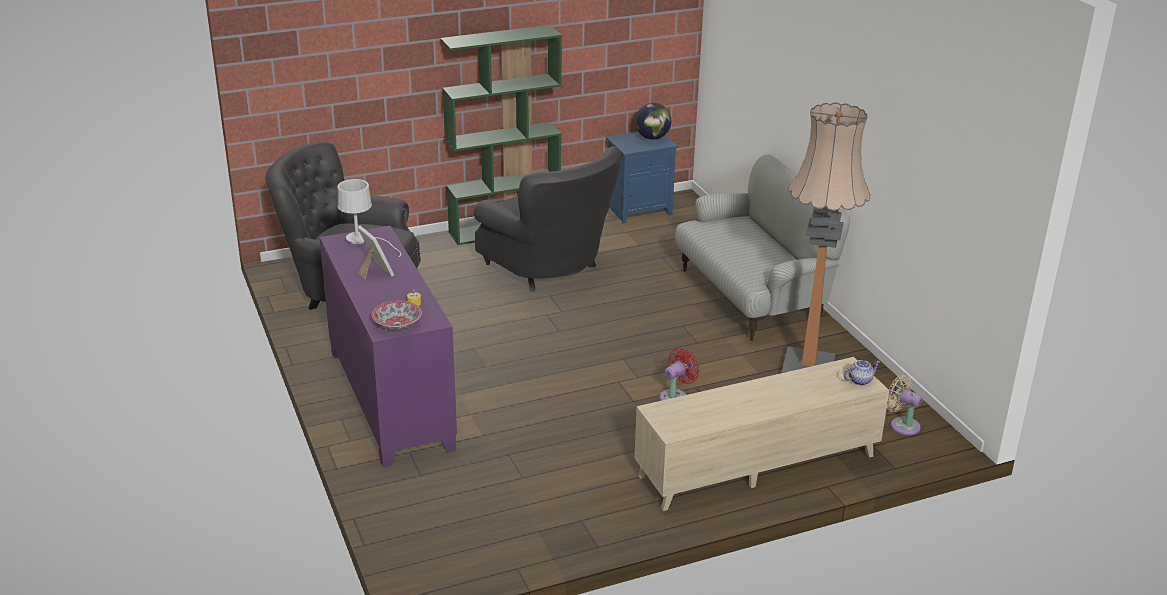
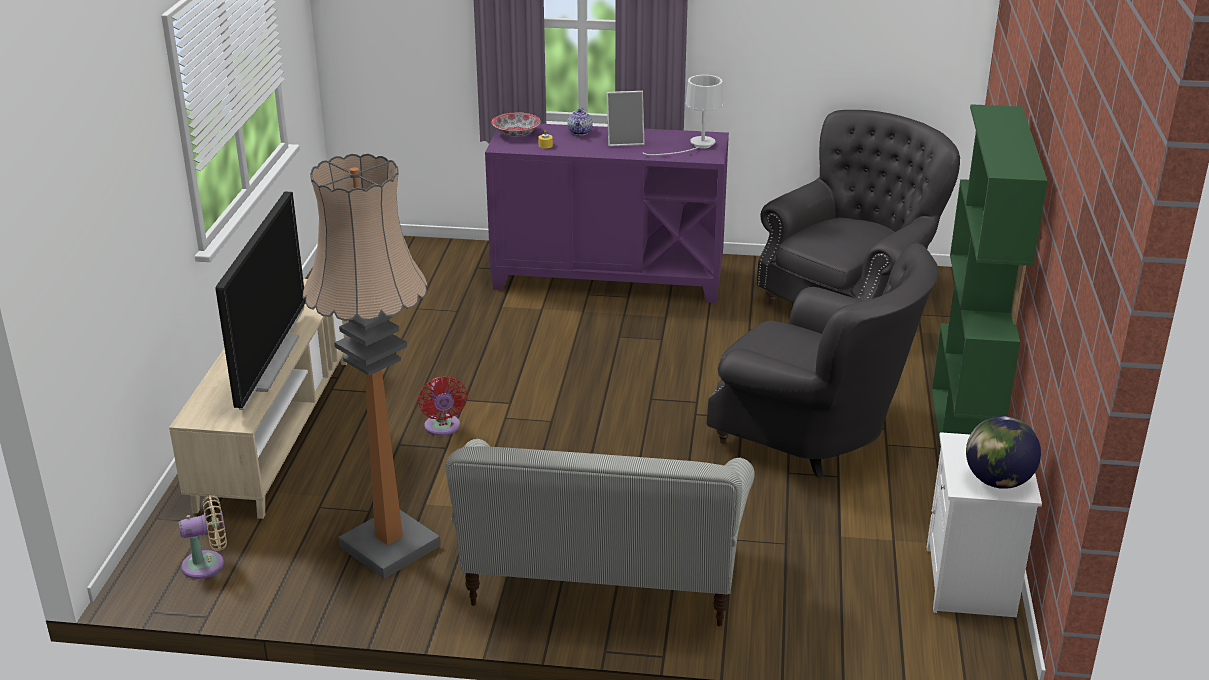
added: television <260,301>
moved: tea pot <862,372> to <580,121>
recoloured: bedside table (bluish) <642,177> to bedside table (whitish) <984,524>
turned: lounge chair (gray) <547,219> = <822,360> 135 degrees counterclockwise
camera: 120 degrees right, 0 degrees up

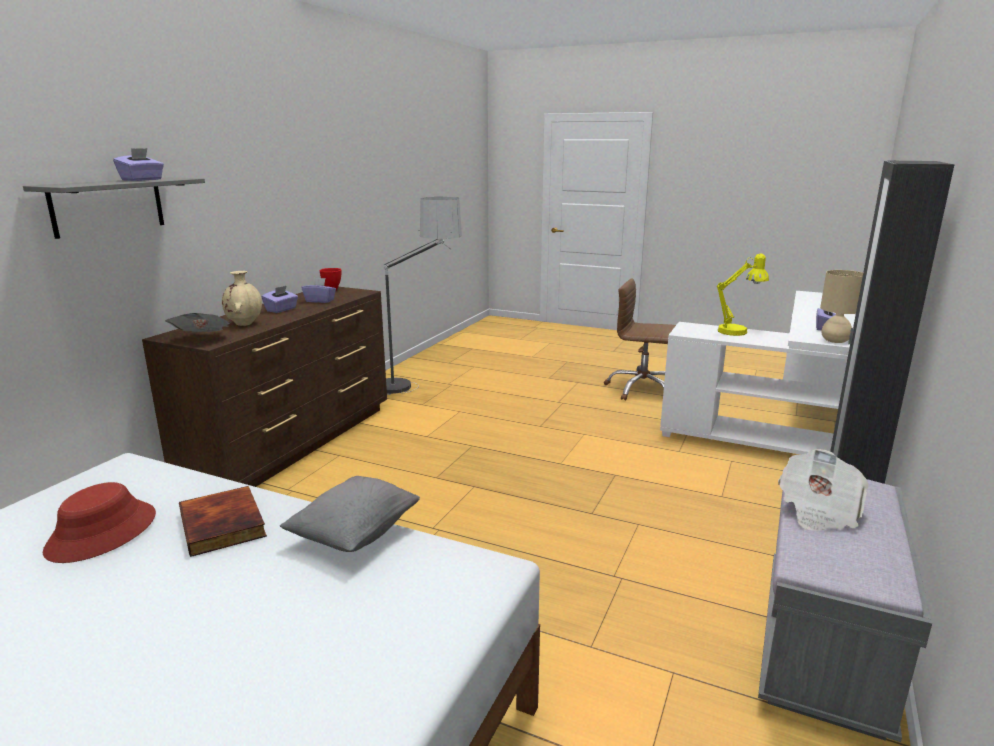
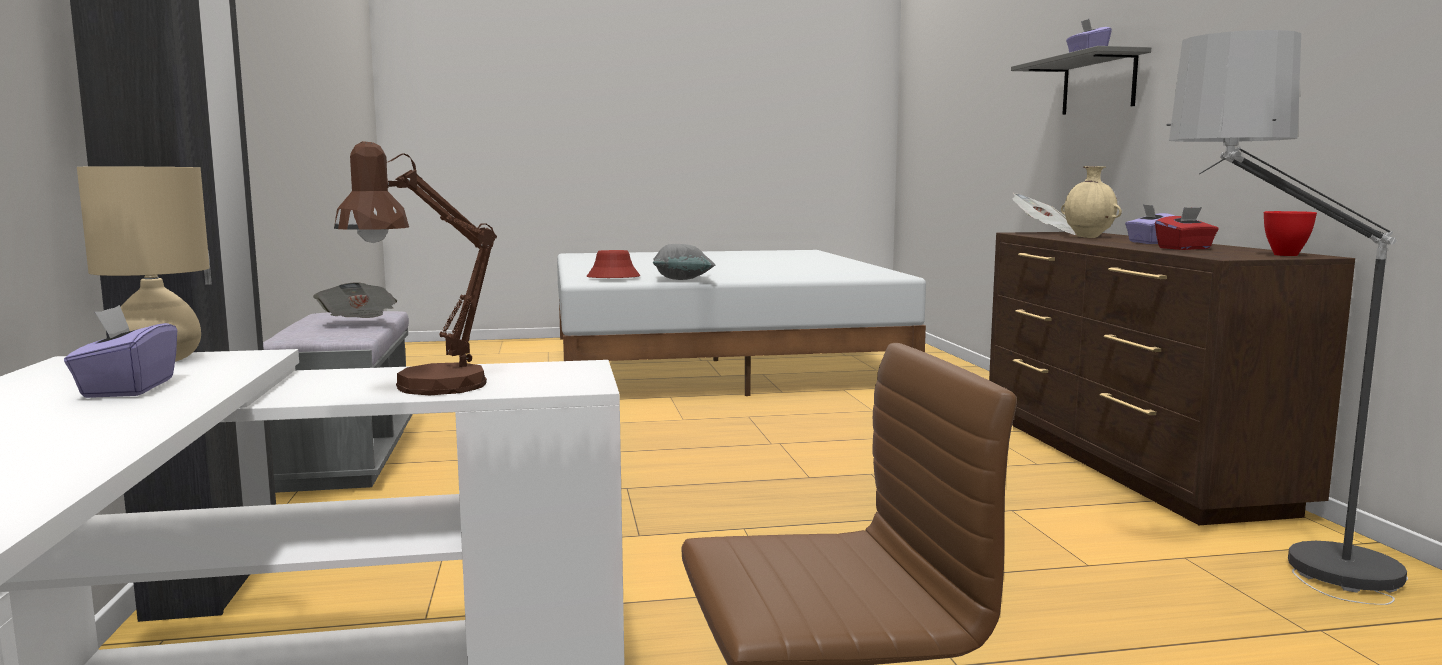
removed: volume <223,521>
moved: hat (reddish) <99,522> to <613,264>
recoloured: tabletop lamp (yellow) <743,295> to tabletop lamp (brown-coloured) <415,268>; tissue holder (purplish) <319,290> to tissue holder (reddish) <1186,228>
camera: 145 degrees right, 10 degrees down

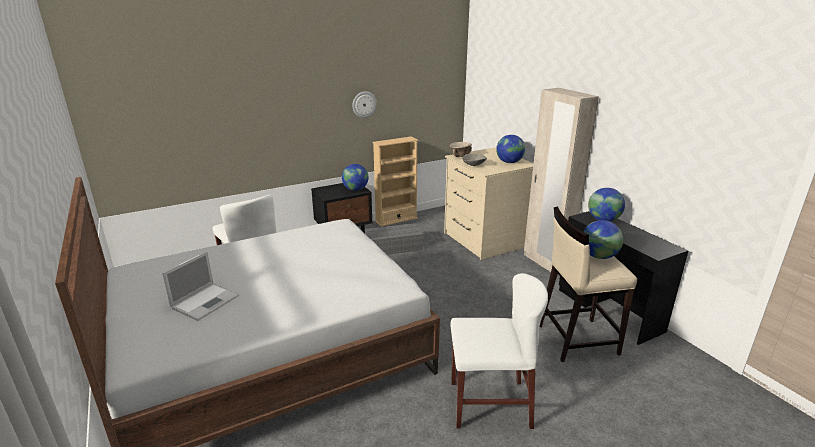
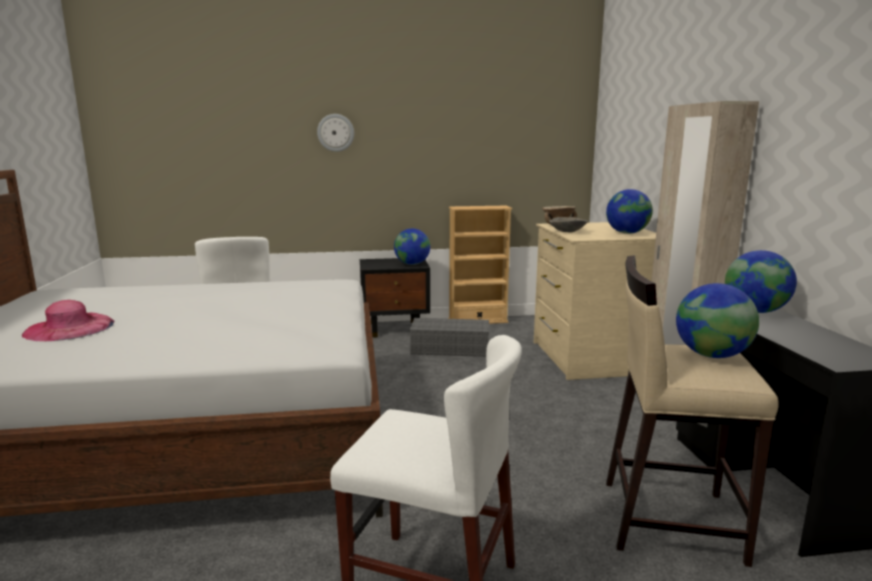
moved: hanging clock <364,104> to <335,133>
replaced: laptop <200,286> to hat (pink) <68,320>
camera: 20 degrees right, 10 degrees down

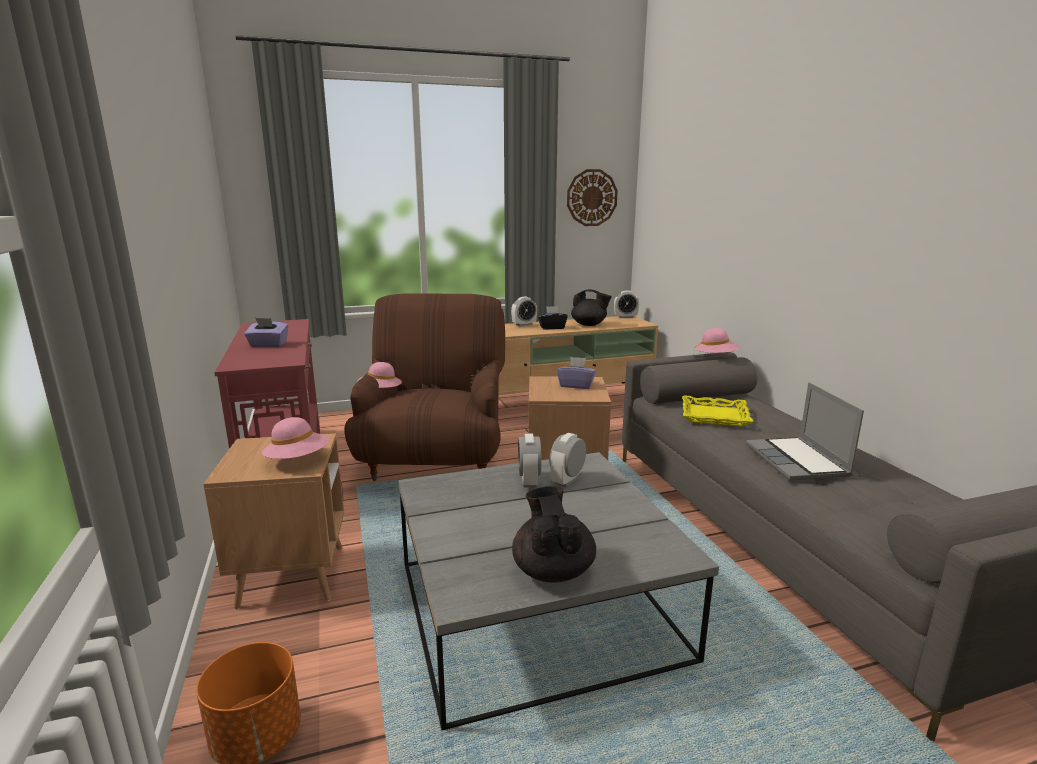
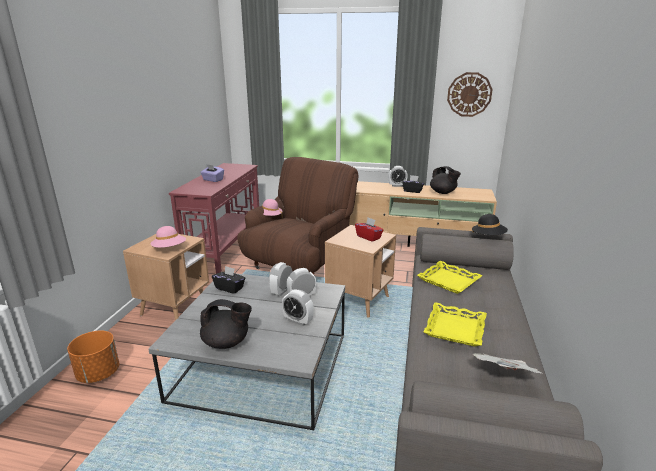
added: tissue holder (black-coloured) <228,280>; daily paper <508,363>
moved: bedside clock <626,304> to <298,307>
replaced: laptop <805,431> to serving tray (yellow) <455,324>
recoloured: tissue holder (purplish) <576,373> to tissue holder (reddish) <369,230>; hat (pink) <717,340> to hat (black-coloured) <490,224>
turned: tea pot (black-coloured) <554,534> = <226,324> 75 degrees clockwise
camera: 30 degrees right, 5 degrees up

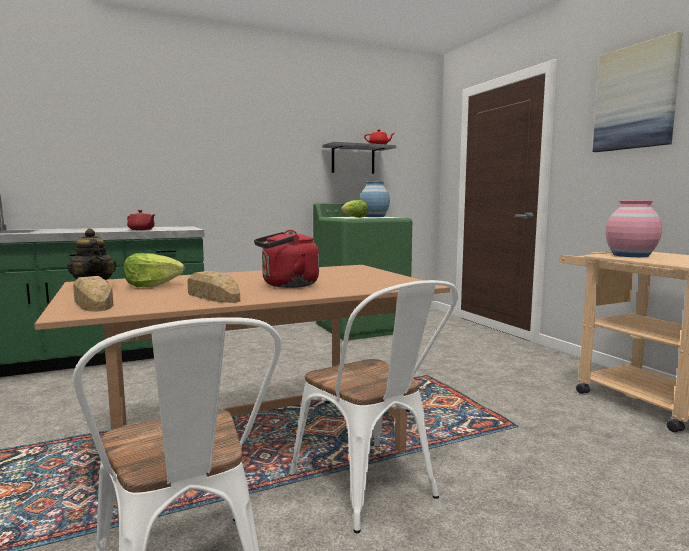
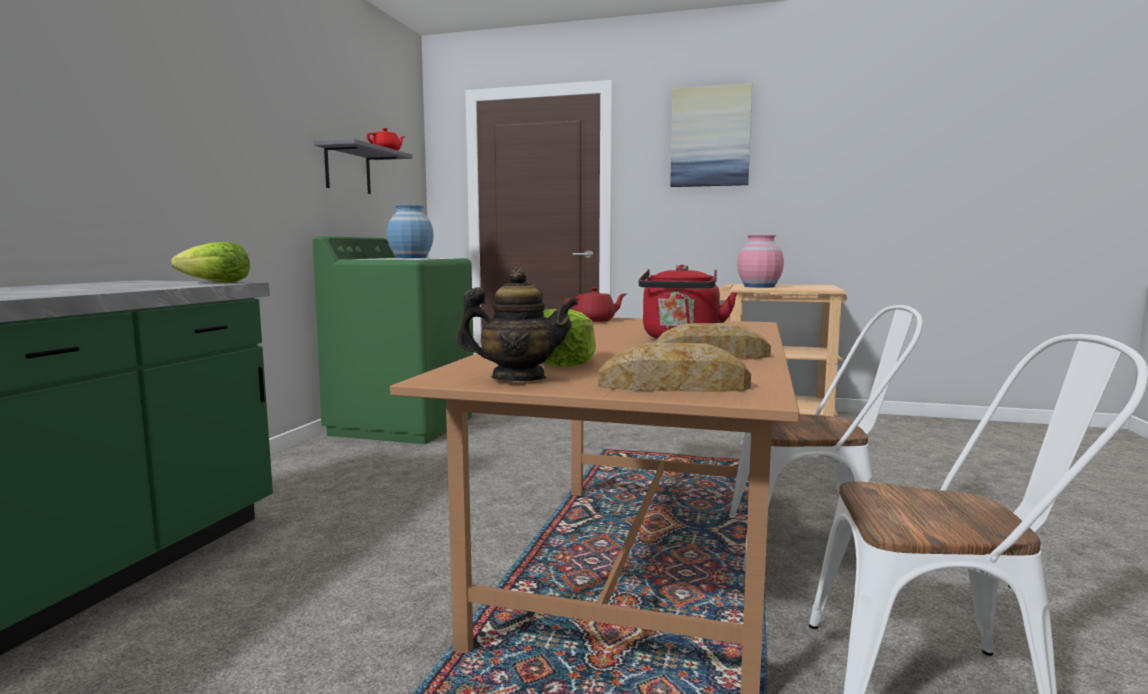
moved: head of lettuce <354,209> to <210,262>; tea pot (reddish) <141,220> to <595,304>
camera: 50 degrees left, 0 degrees up

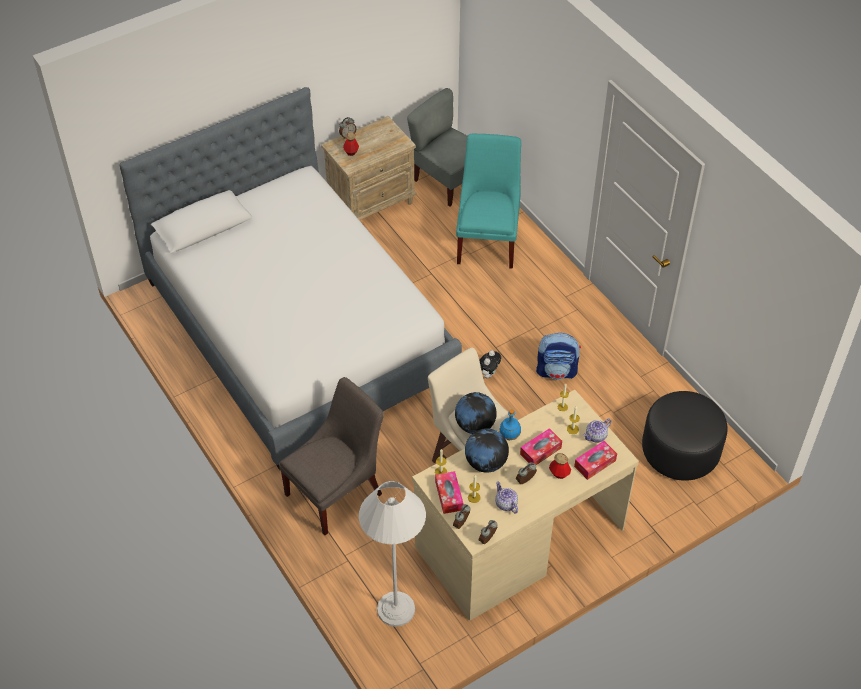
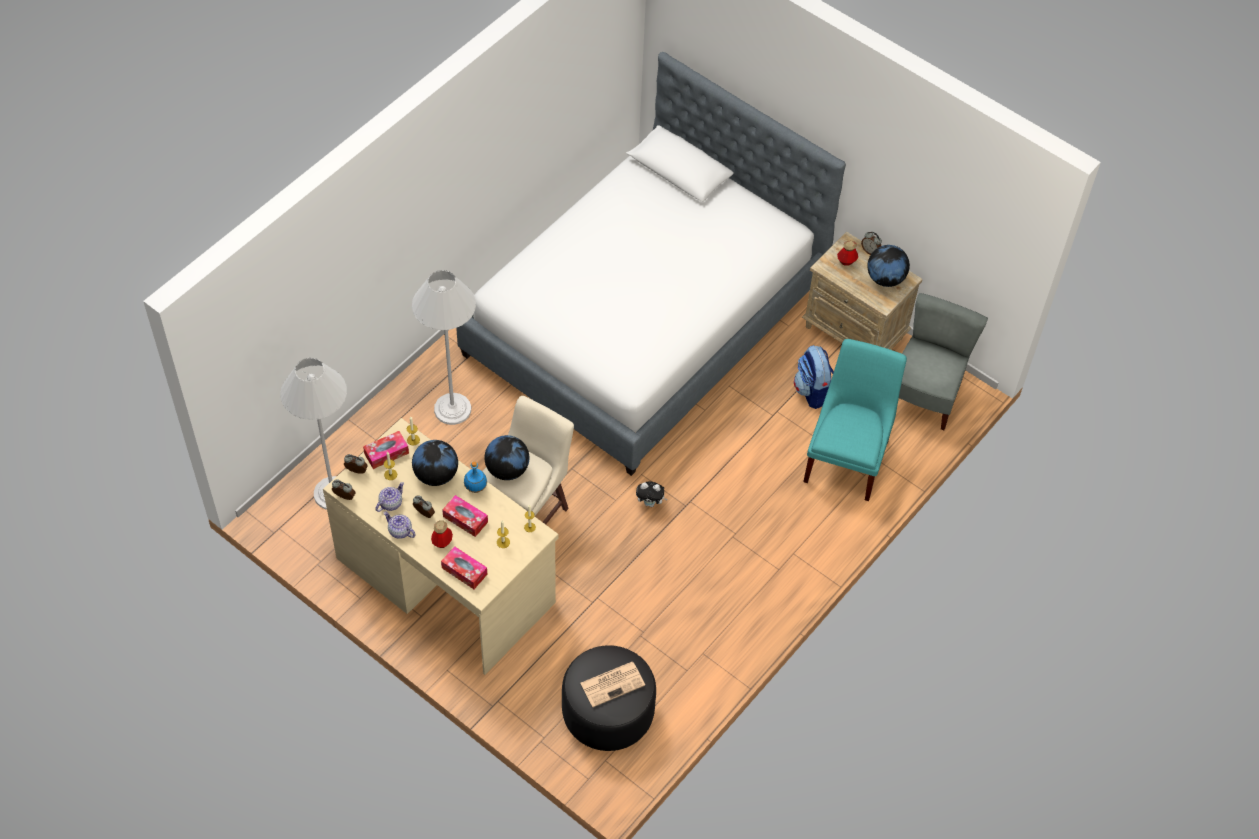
added: daily paper <613,684>; world globe <888,266>
moved: tea pot <597,430> to <399,525>; knapsack <558,356> to <814,377>
replaced: chair (gray) <331,456> to floor lamp (whitish) <444,347>
turned: chair (turquoise) <488,201> = <855,420> 60 degrees counterclockwise
camera: 70 degrees right, 5 degrees up

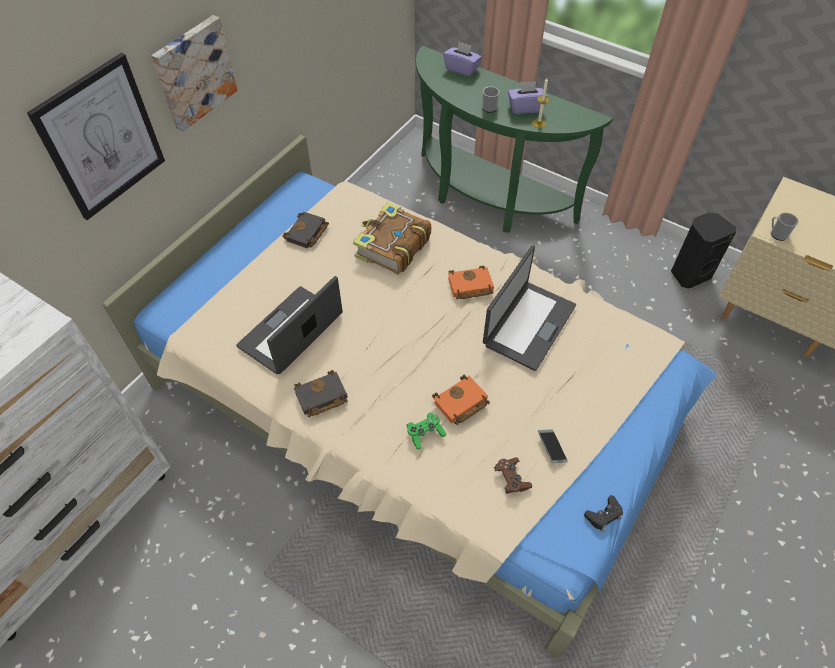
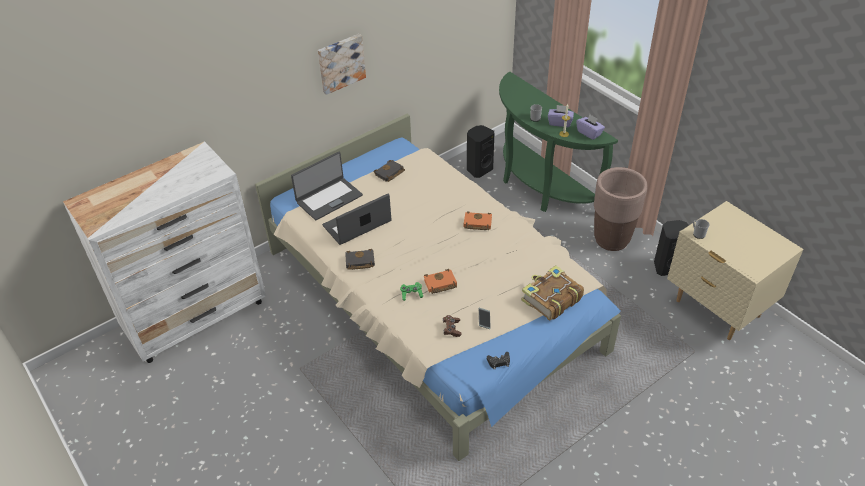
removed: wall picture <96,136>
added: speaker (black-coloured) <480,151>; plant pot (brown-coloured) <620,209>
moved: laptop <529,308> to <327,186>; volume <392,238> to <552,293>; tissue holder (purplish) <462,59> to <590,127>
camera: 20 degrees right, 10 degrees down

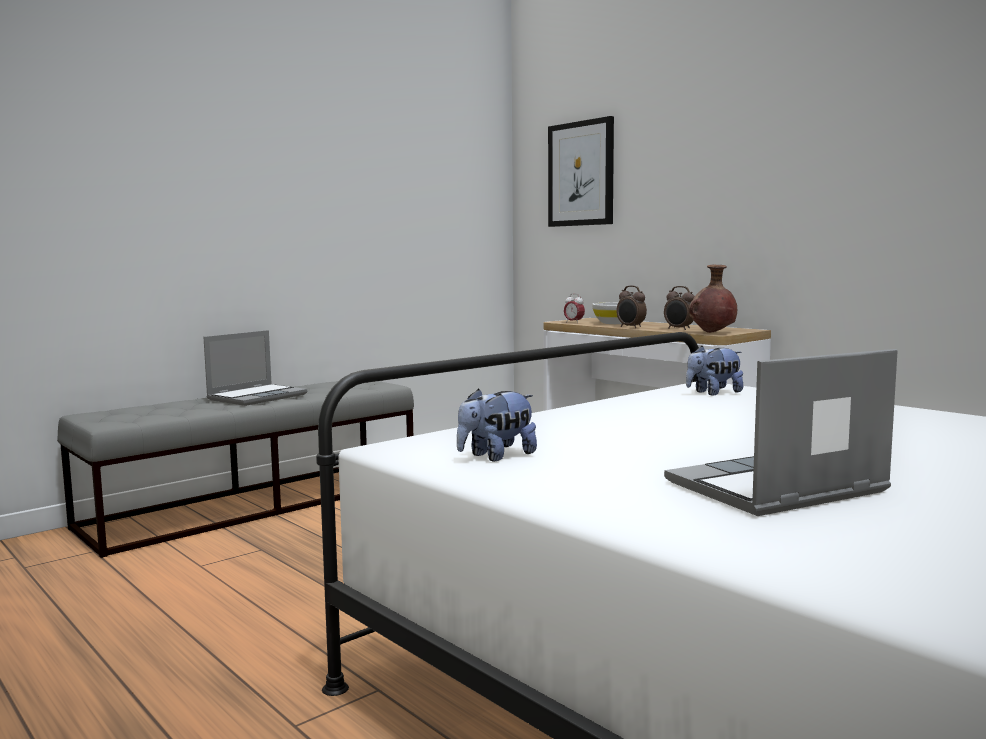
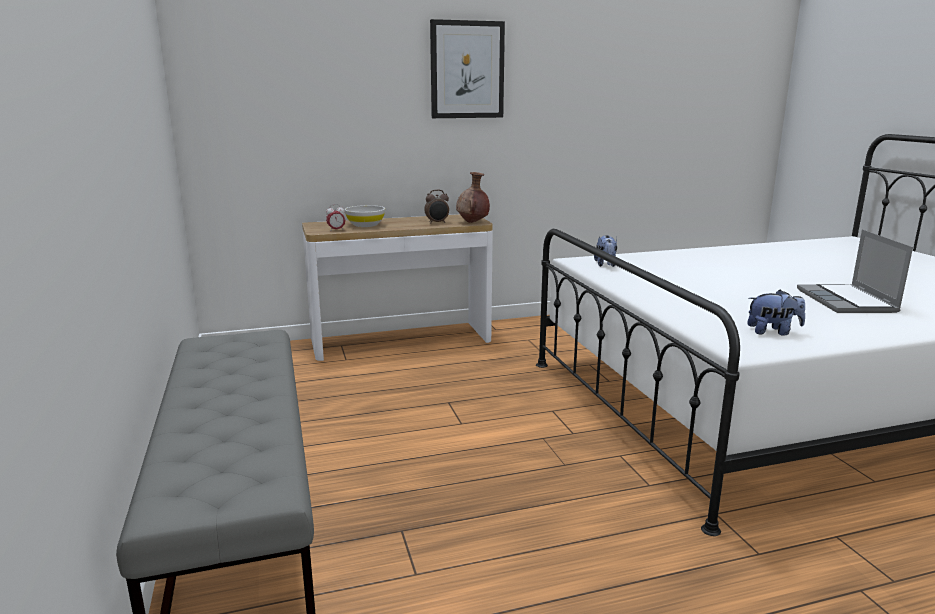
removed: laptop <255,368>; bedside clock <631,307>
moved: wall picture <581,171> to <467,68>
turned: cuddly toy <497,425> = <776,312> 75 degrees counterclockwise
camera: 65 degrees left, 10 degrees up

